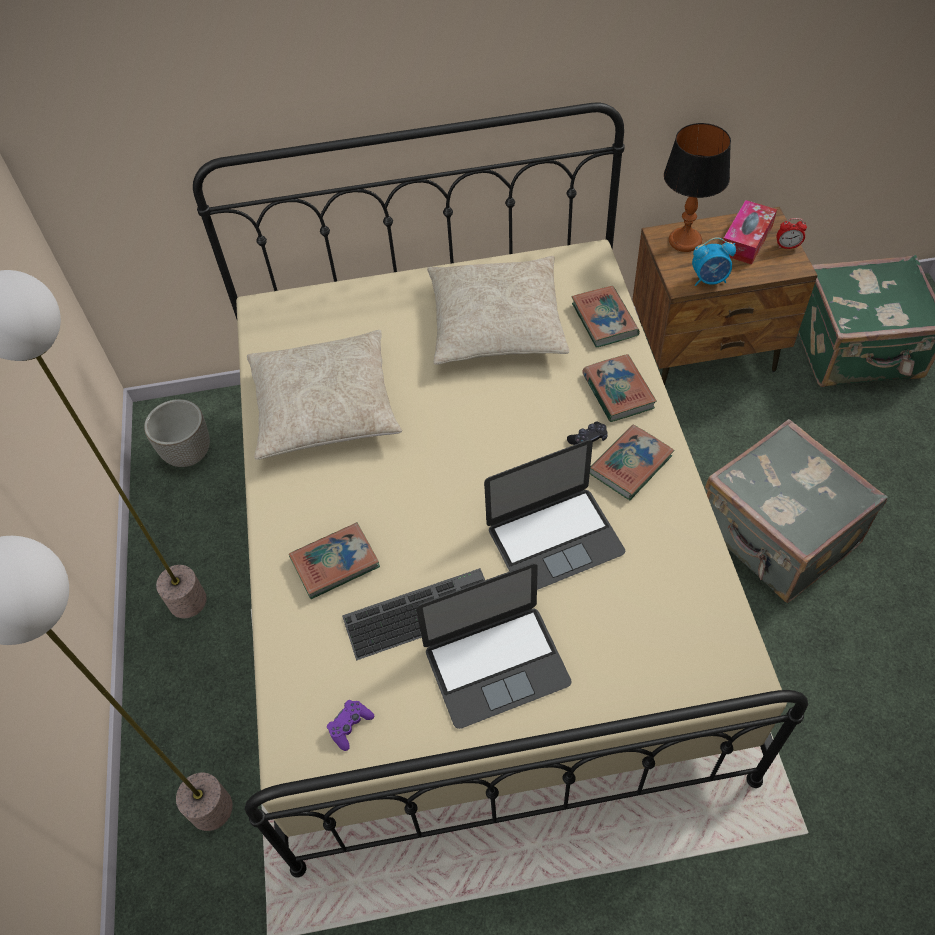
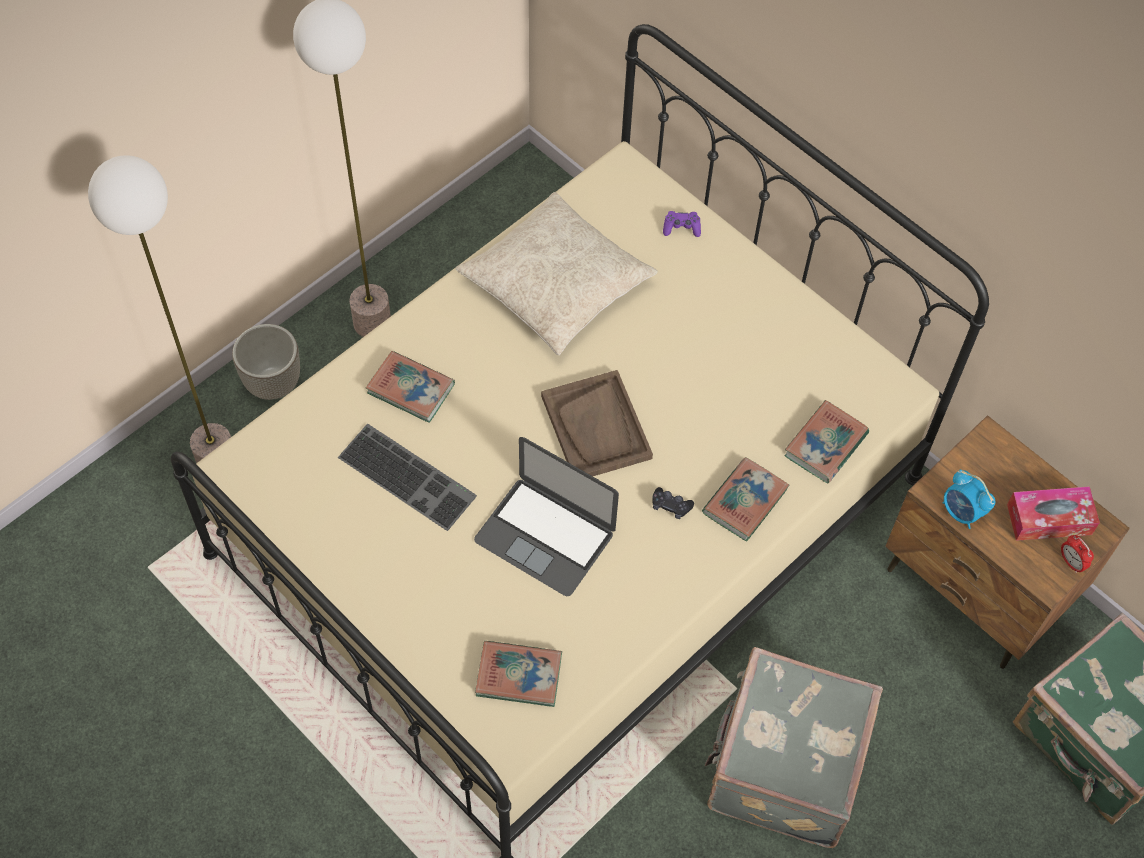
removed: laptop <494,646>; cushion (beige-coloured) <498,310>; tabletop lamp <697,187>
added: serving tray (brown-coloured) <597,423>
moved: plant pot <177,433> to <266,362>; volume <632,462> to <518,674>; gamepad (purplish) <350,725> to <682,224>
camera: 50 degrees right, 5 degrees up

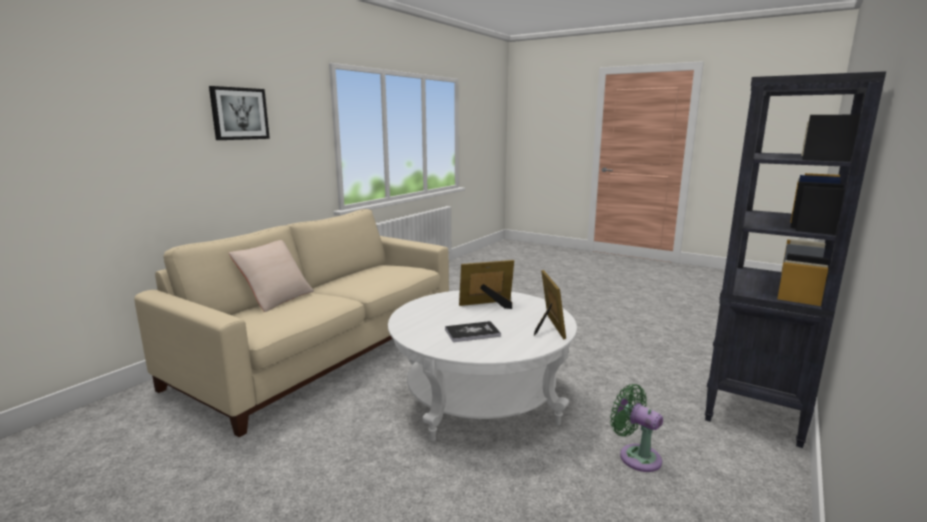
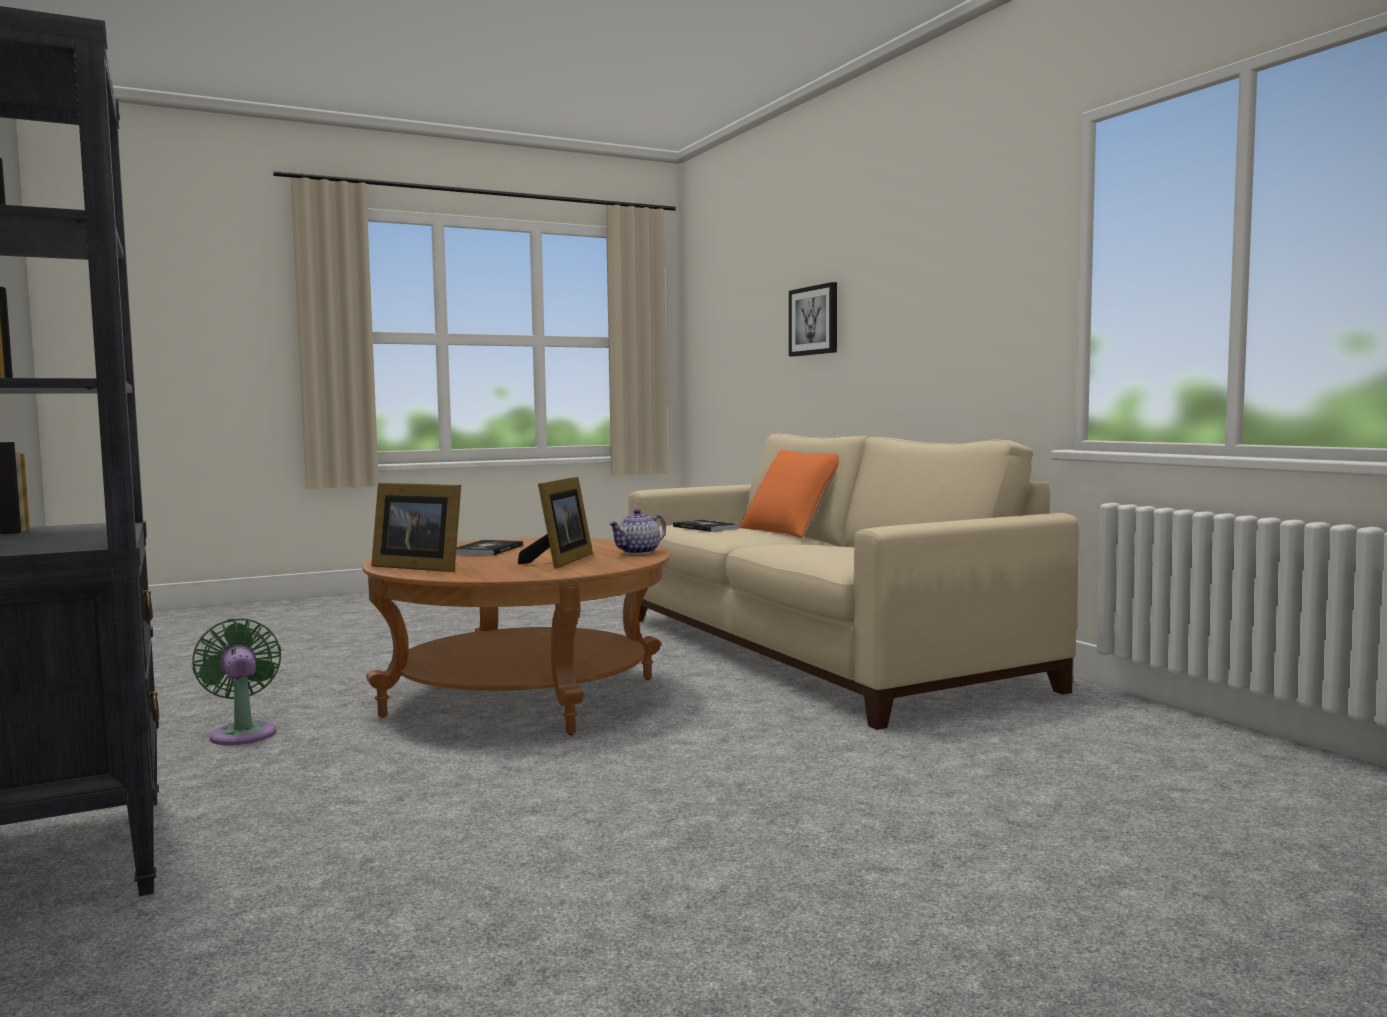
added: tea pot <637,531>; volume <706,526>
moved: wall picture <239,113> to <813,319>
recoloured: lounge table (whitish) <482,365> to lounge table (brown-coloured) <516,636>; cushion (beige-coloured) <271,276> to cushion (orange) <789,494>
turned: cooling fan (green) <636,428> = <236,682> 105 degrees counterclockwise
camera: 120 degrees right, 10 degrees down

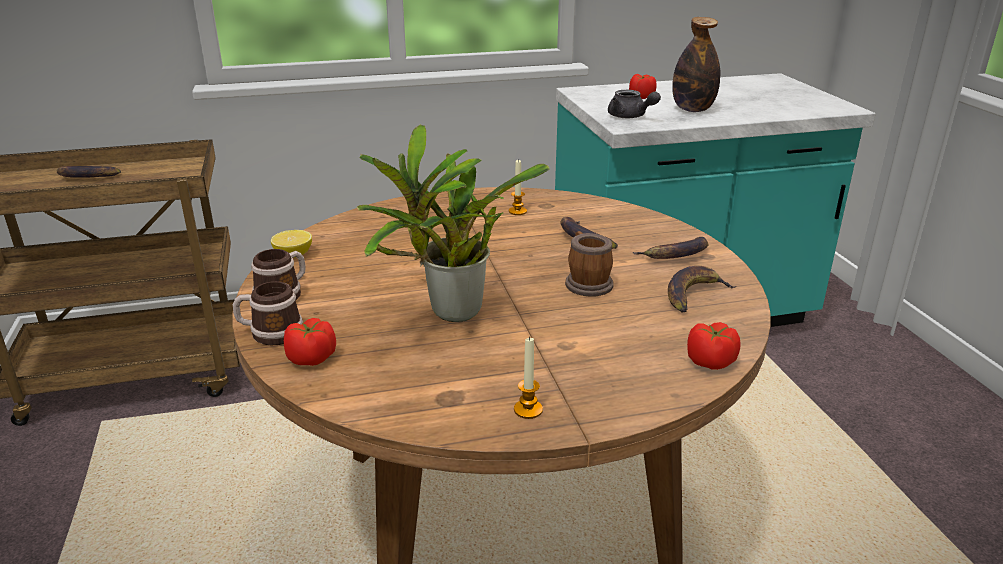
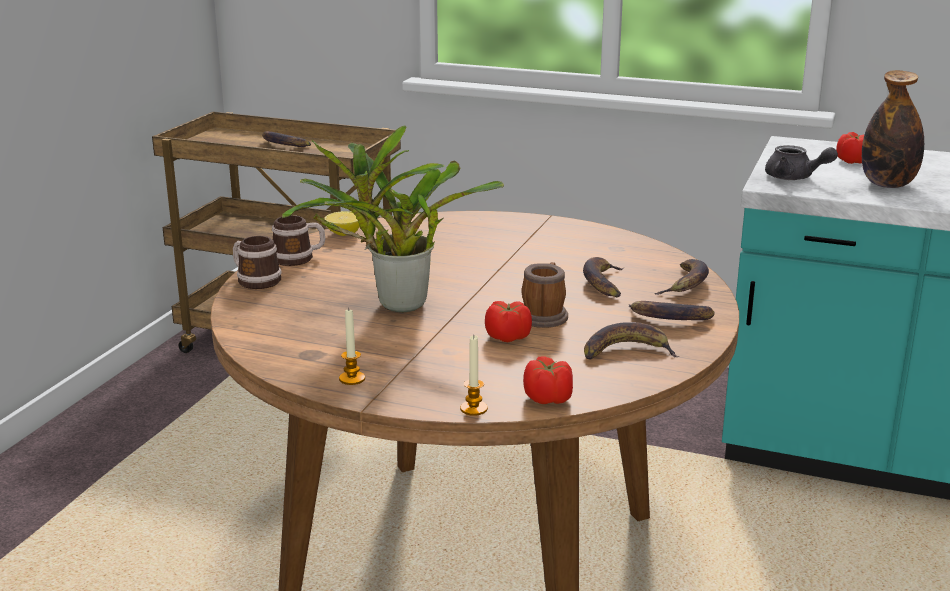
added: banana fruit <681,277>
moved: wax light <518,187> to <474,375>; fresh tomato <310,342> to <508,321>
turned: tea pot (gray) <634,104> = <801,162> 45 degrees counterclockwise
camera: 35 degrees right, 5 degrees down

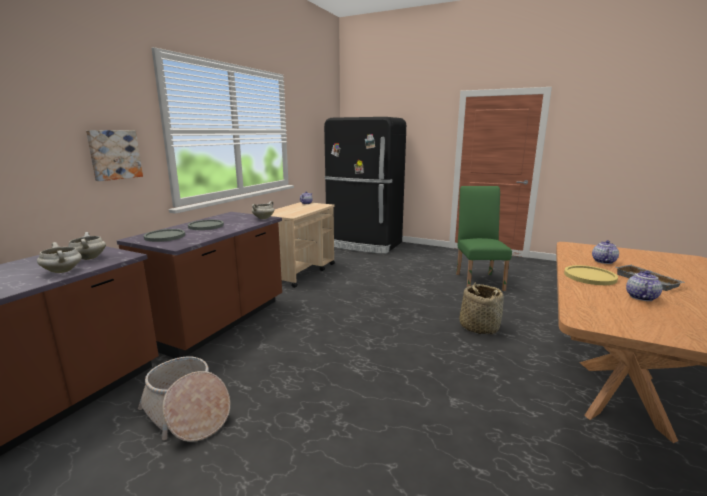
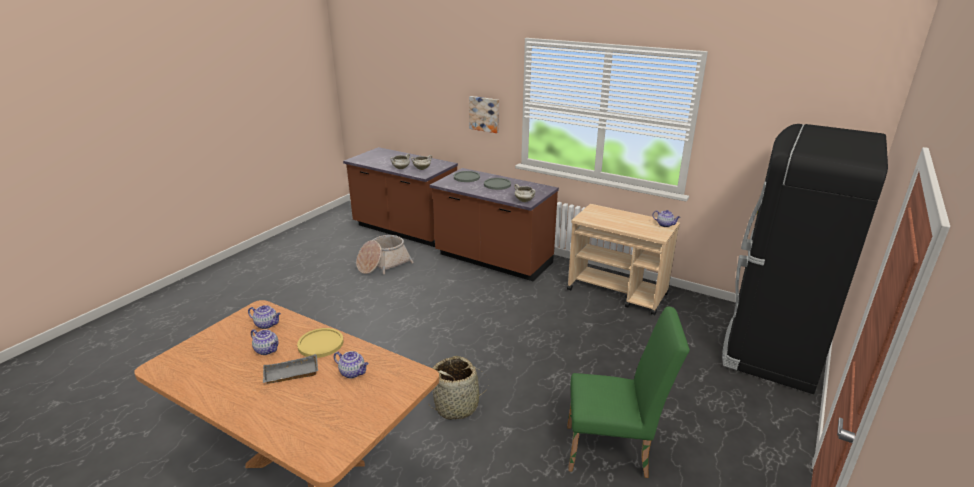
added: tea pot <264,317>
camera: 95 degrees right, 10 degrees up

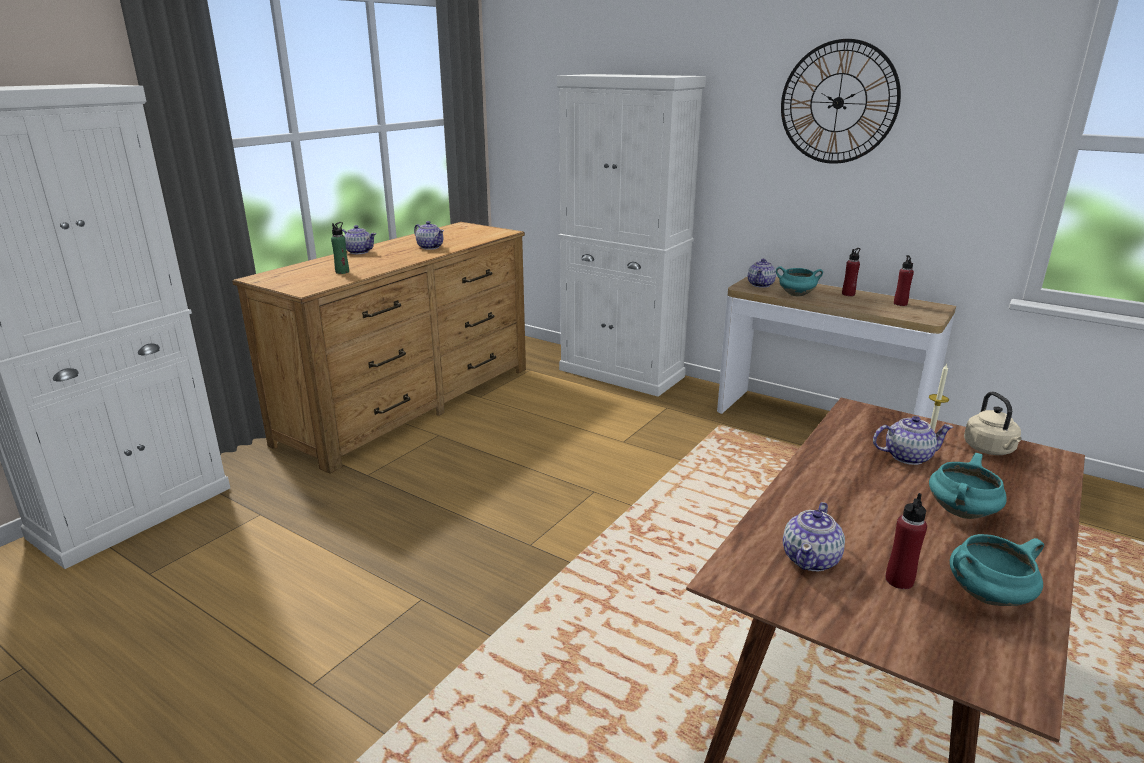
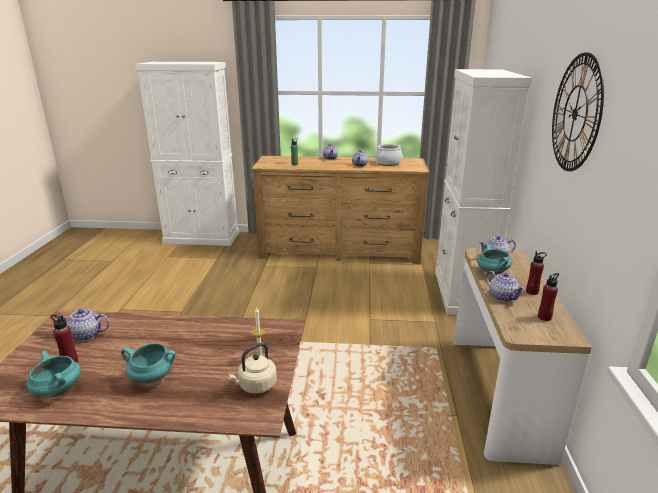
added: saucepot <389,155>
moved: tea pot <913,440> to <505,286>
camera: 60 degrees right, 0 degrees up

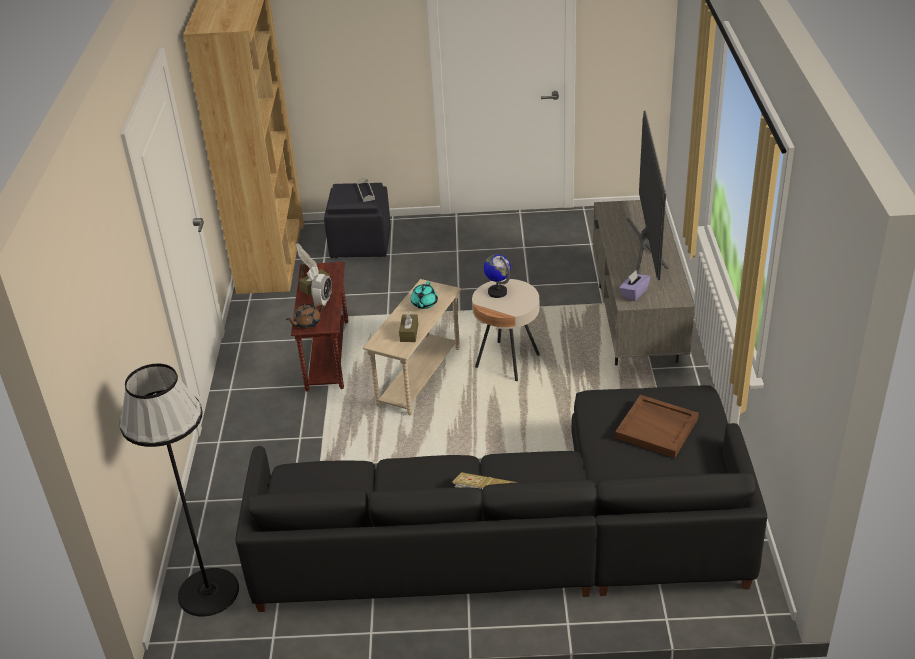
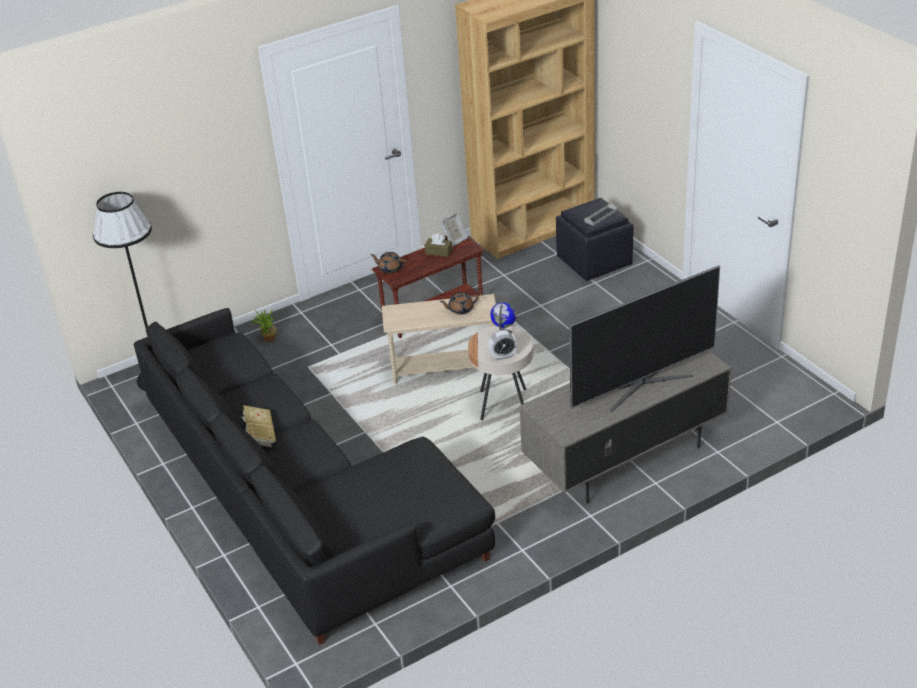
removed: tissue holder (brown-coloured) <408,327>; serving tray (brown-coloured) <657,426>; tissue holder (purplish) <634,286>
added: plant in a pot <264,325>
moved: bedside clock <321,290> to <502,345>
recoloured: tea pot (turquoise) <424,295> to tea pot (brown-coloured) <459,303>
camera: 60 degrees right, 0 degrees up

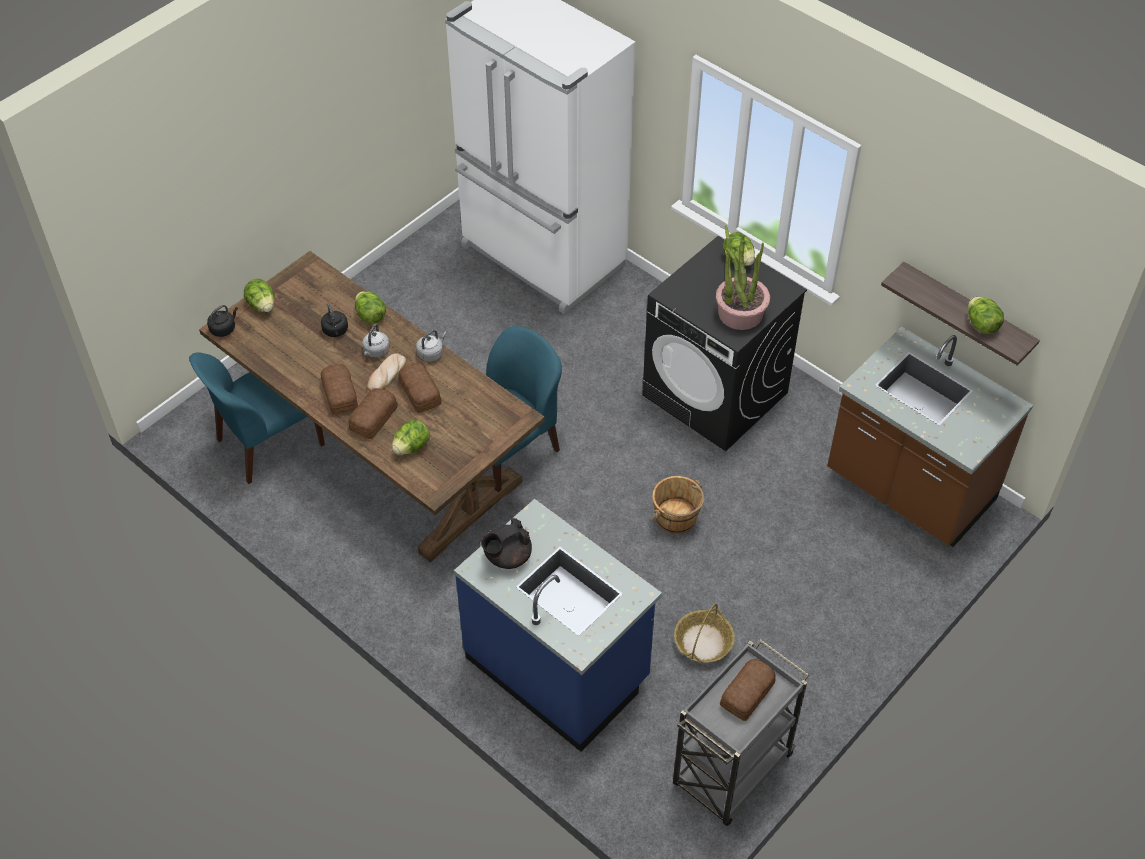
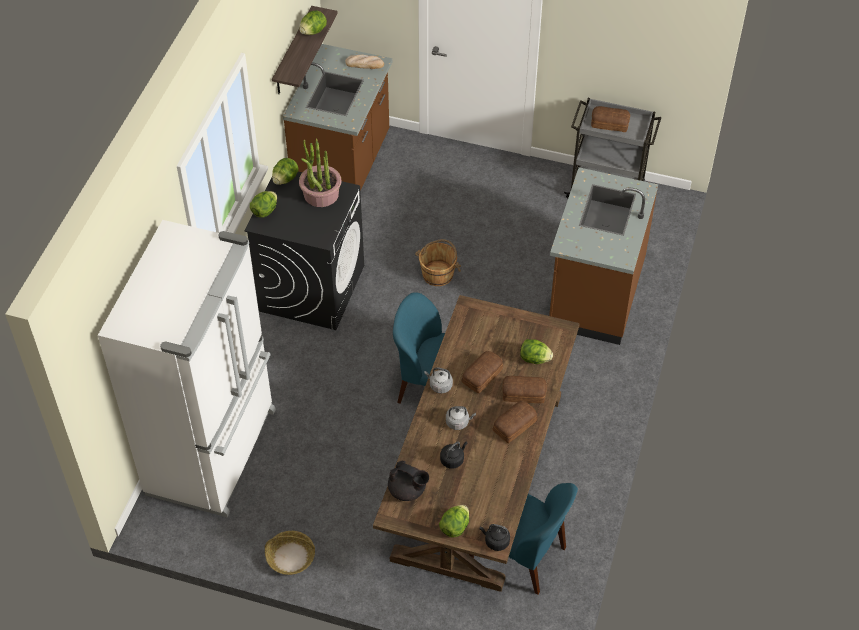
moved: basket <704,633> to <290,553>; head of lettuce <370,307> to <285,171>; bakery bread <386,372> to <364,62>; tea pot (black-coloured) <506,543> to <408,481>
recoloured: kitchen counter (bluish) <558,625> to kitchen counter (brown-coloured) <603,256>
camera: 115 degrees left, 0 degrees up

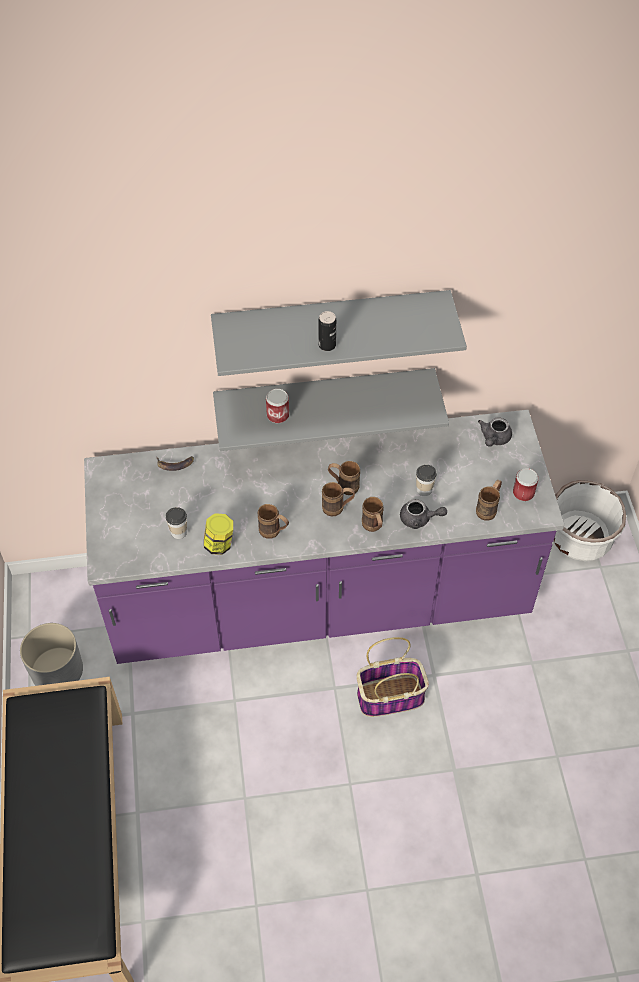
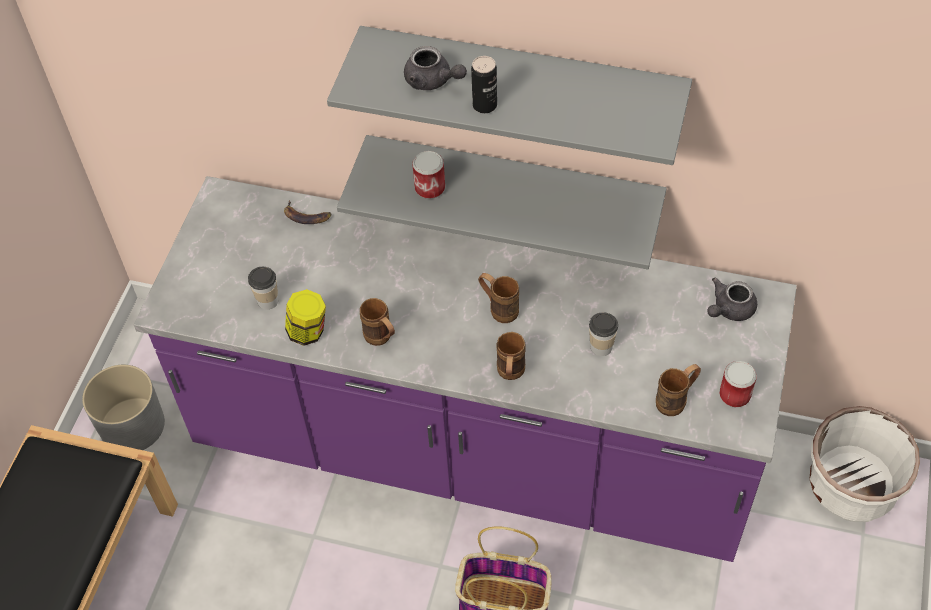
removed: tea mug (brown-coloured) <338,499>
moved: tea pot (gray) <423,514> to <435,68>
camera: 25 degrees right, 0 degrees up

